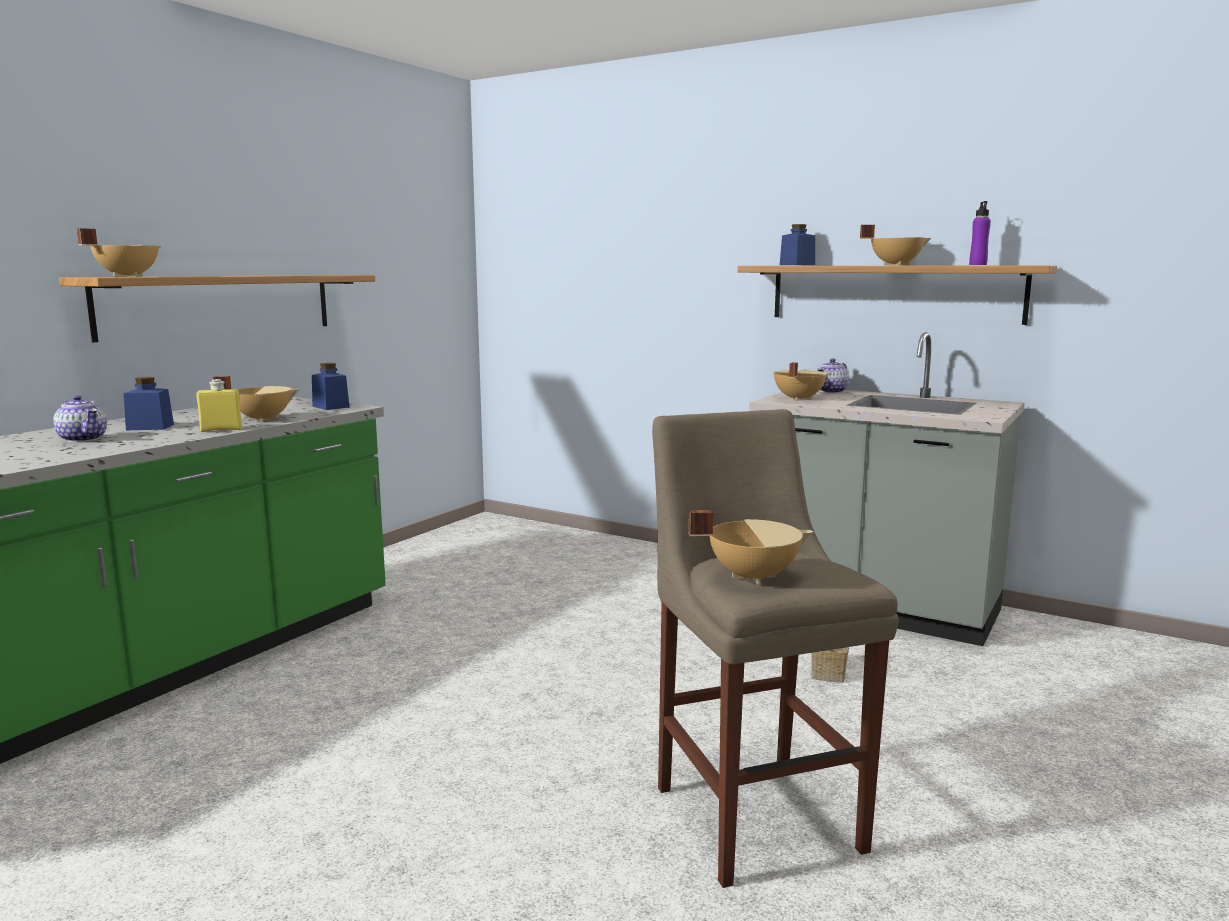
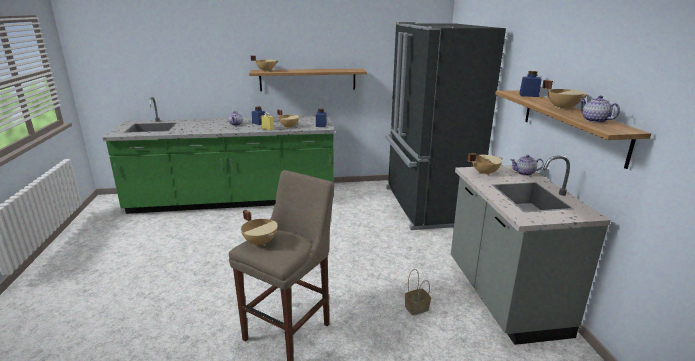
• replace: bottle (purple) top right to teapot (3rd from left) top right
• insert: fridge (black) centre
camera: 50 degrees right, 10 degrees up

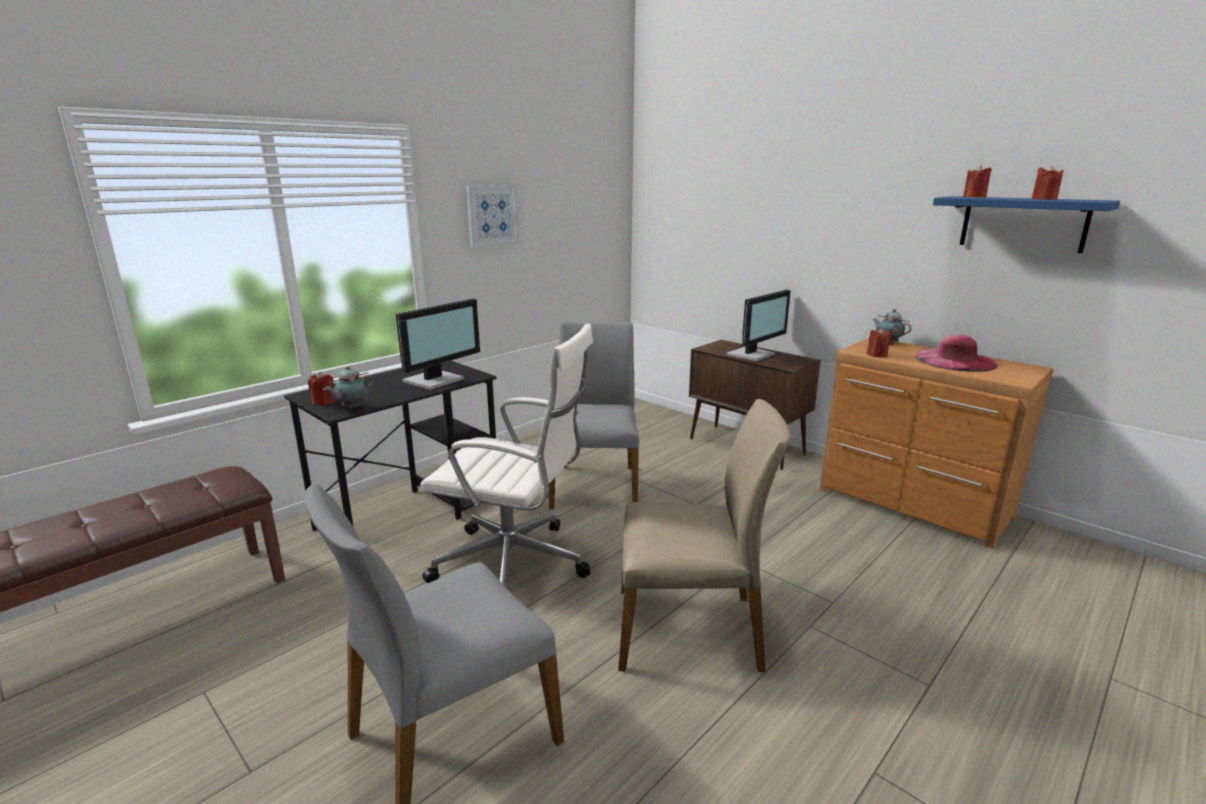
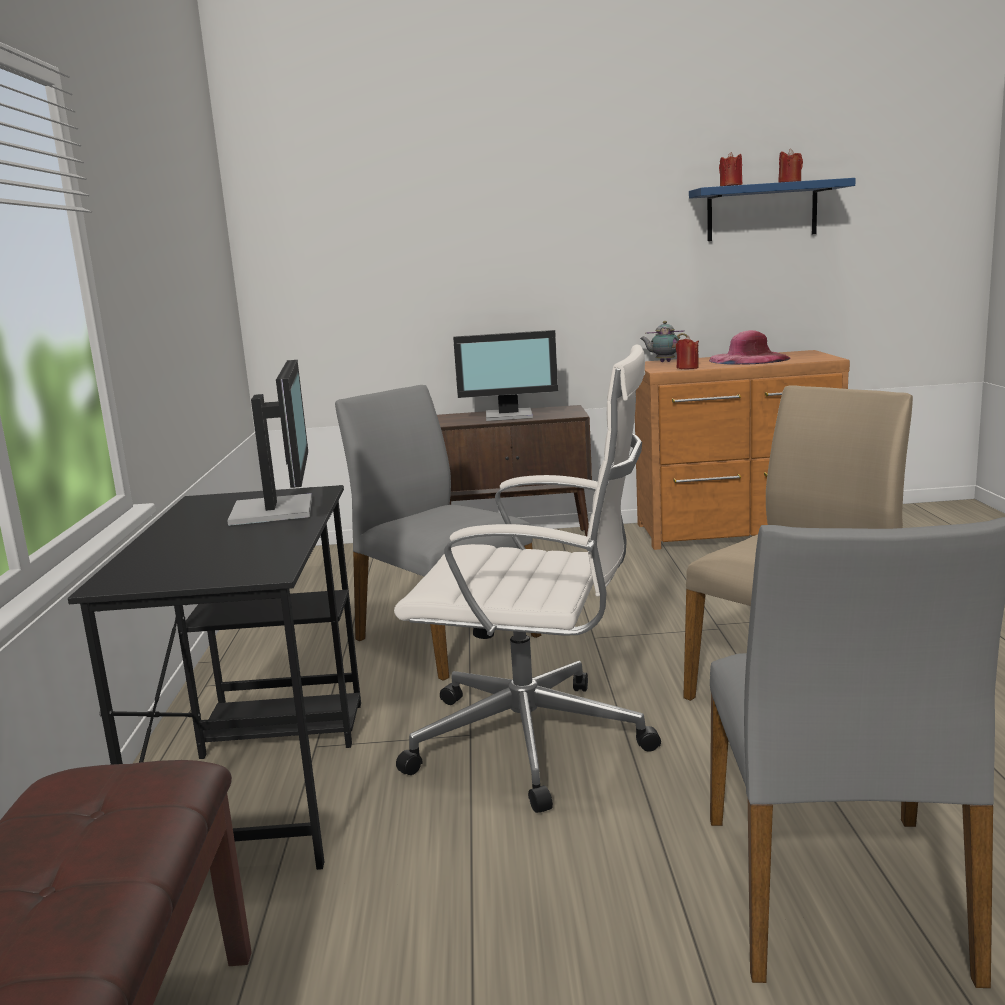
• delete: picture top centre
• rotate: monitor (2nd from left) centre = centre 90 degrees clockwise
• rotate: office chair (white) centre = centre 45 degrees clockwise
• delete: teapot (1st from left) middle left
• delete: candle (red) (1st from left) middle left
camera: 45 degrees left, 5 degrees down

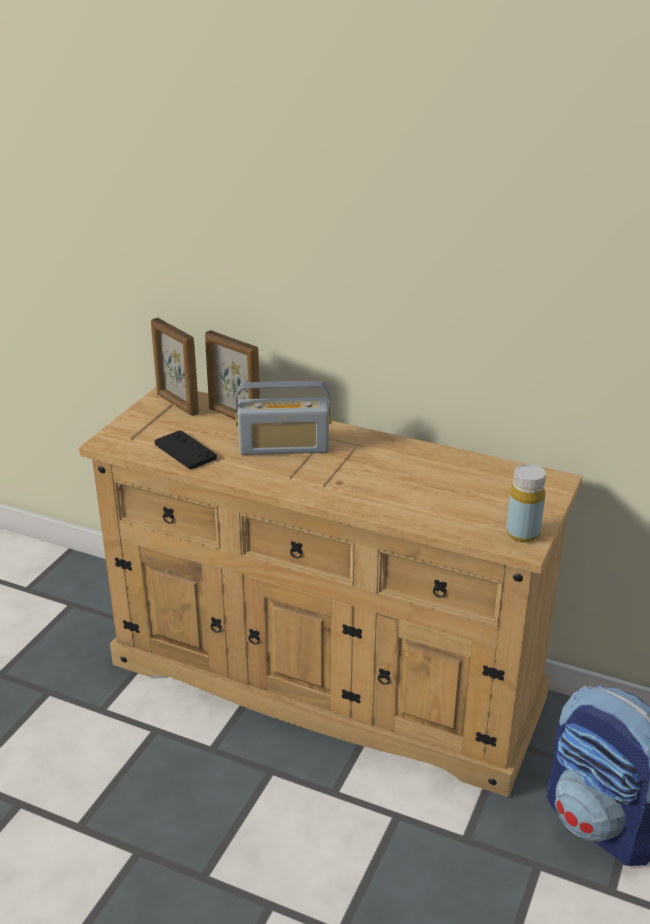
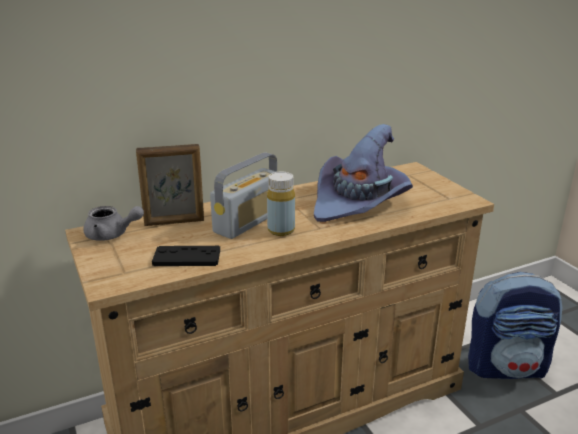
• replace: picture frame (1st from left) middle left to teapot (grey) middle left
• move: bottle (yellow) middle right to centre
• insert: hat (purple) centre
camera: 50 degrees left, 5 degrees down

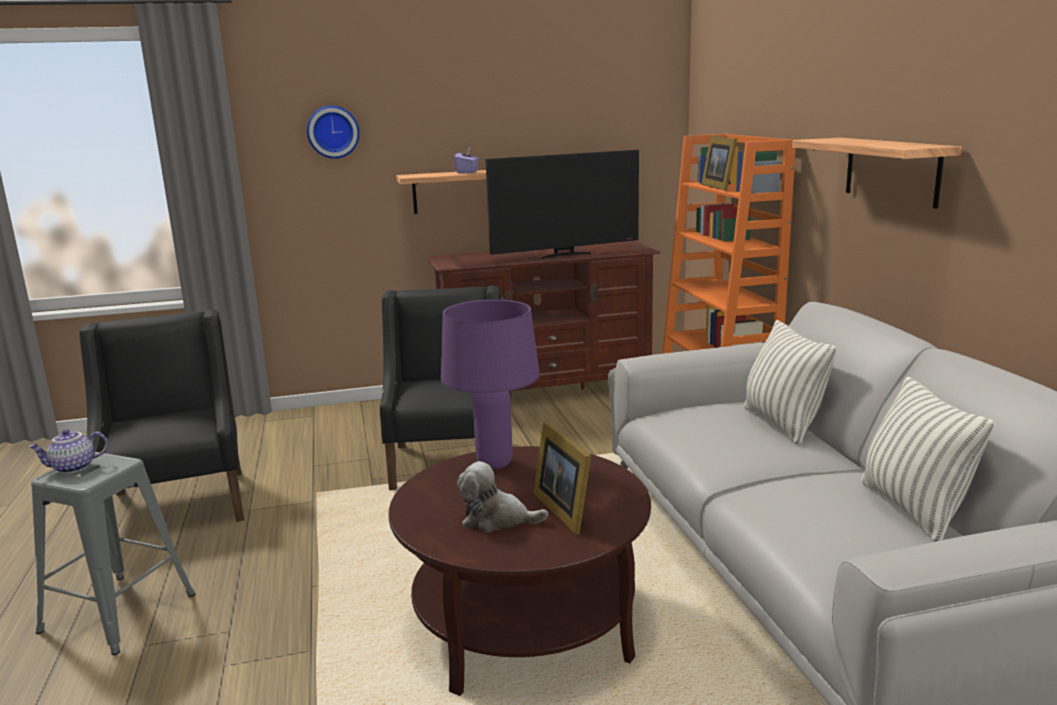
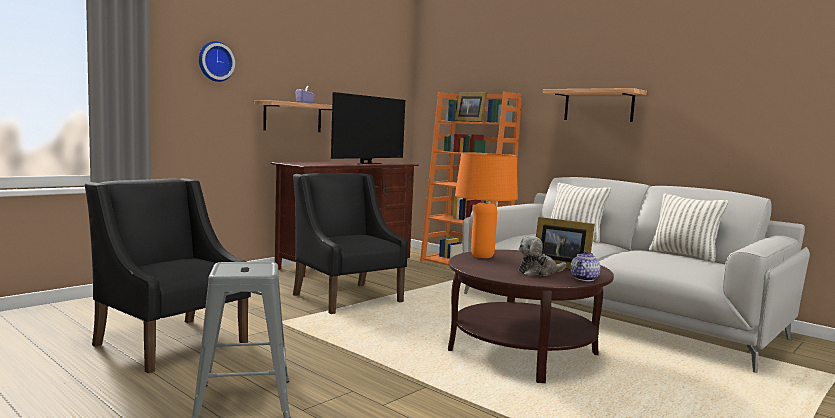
• recolor: table lamp (purple) centre to table lamp (orange) centre
• move: teapot middle left to middle right
camera: 35 degrees left, 10 degrees down

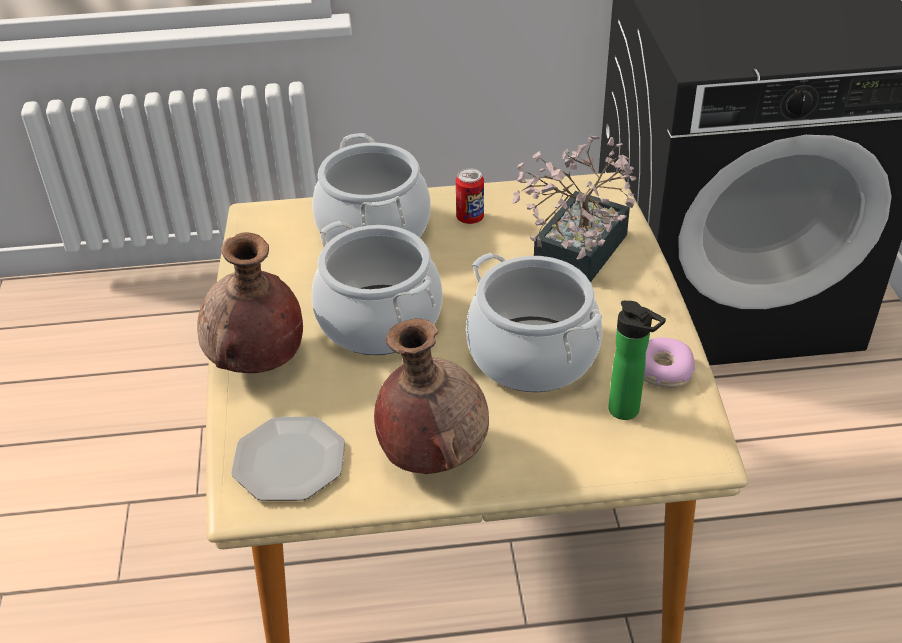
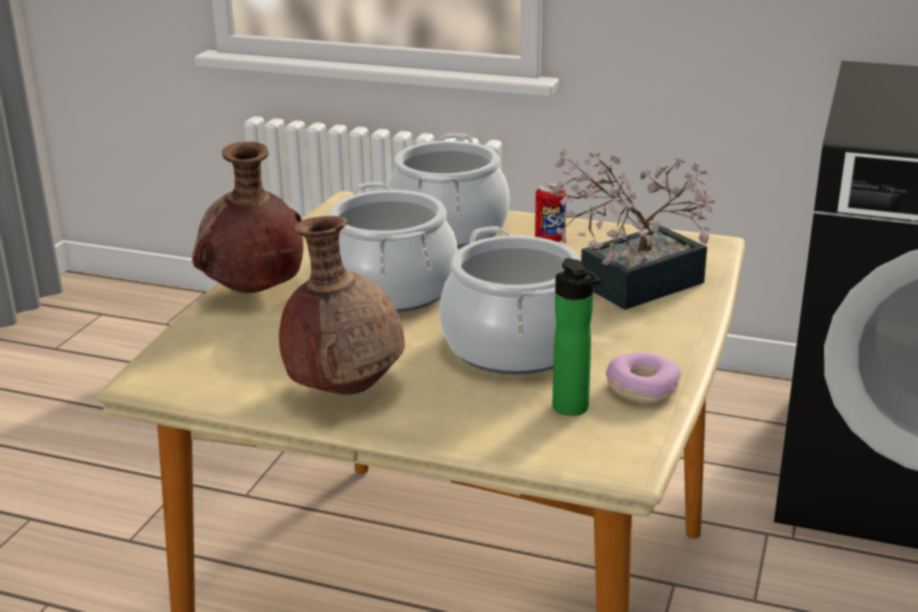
• delete: plate bottom left
camera: 25 degrees right, 15 degrees down

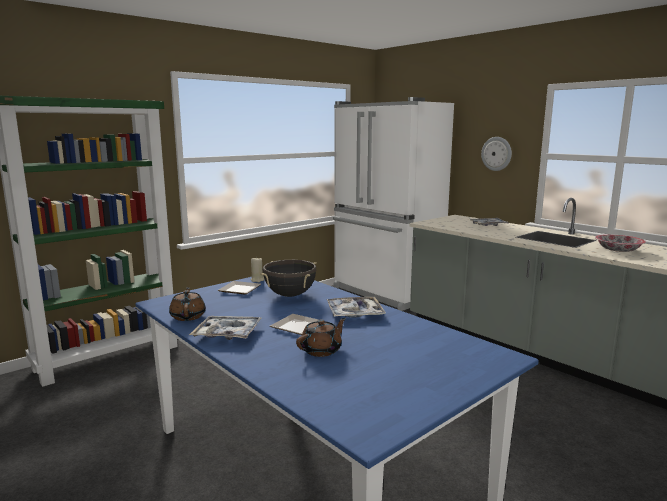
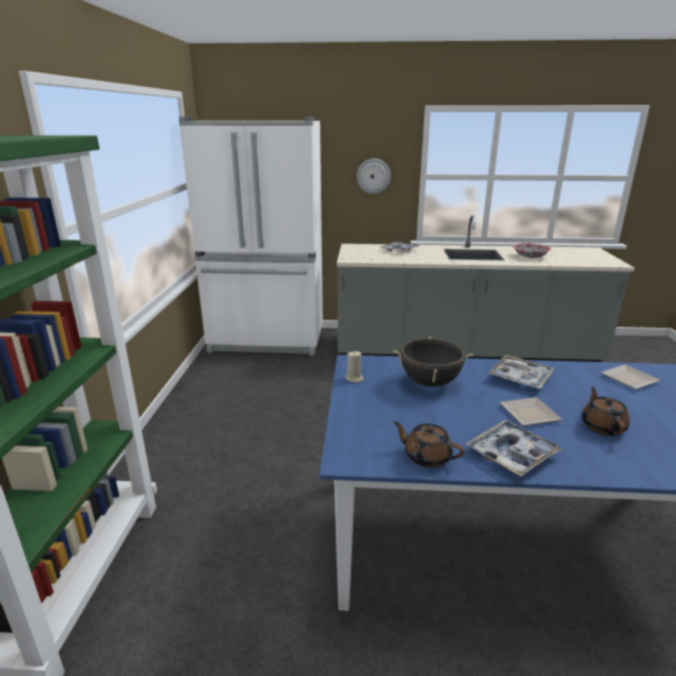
• move: plate (1st from left in the first image) centre to plate (2nd from left) middle right
camera: 45 degrees left, 10 degrees up

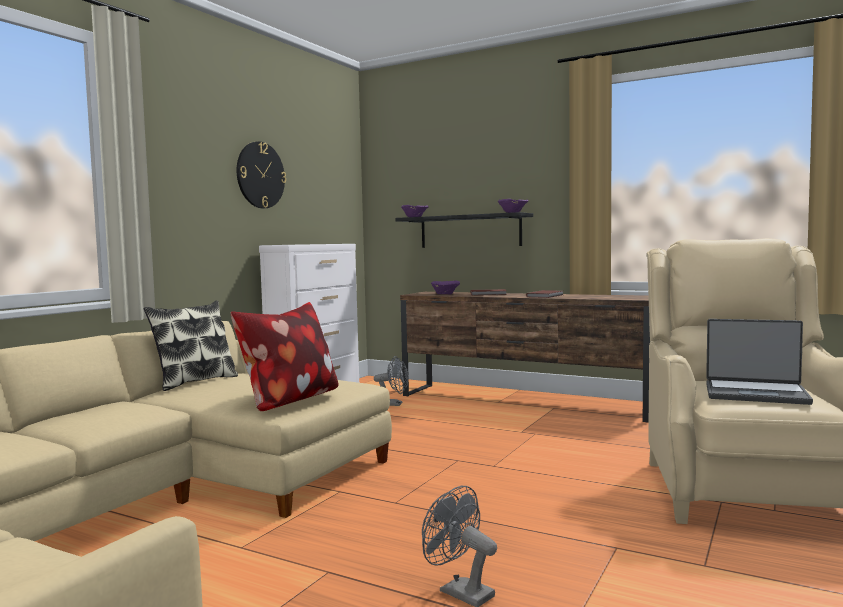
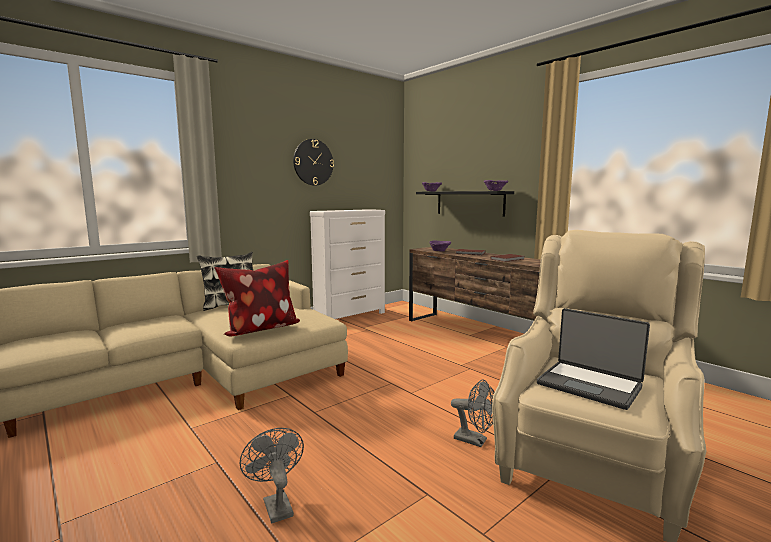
• move: fan (grey) (1st from left in the first image) centre to fan (grey) (2nd from left) bottom centre
camera: 20 degrees right, 5 degrees up

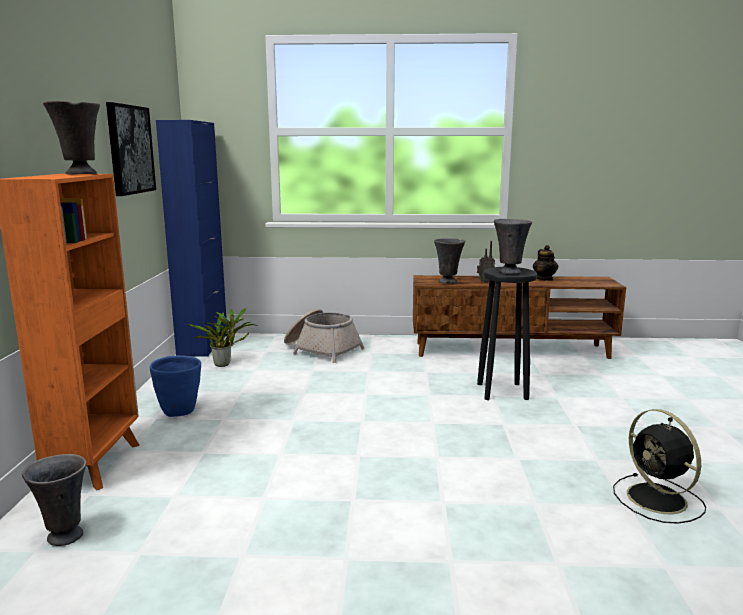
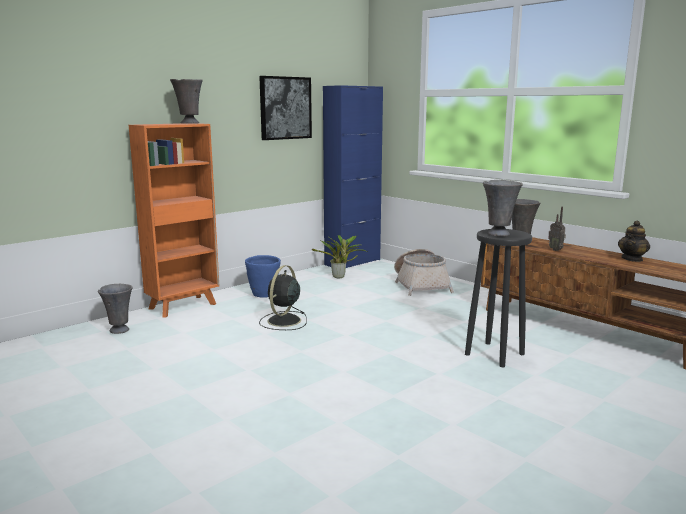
• move: fan (black) bottom right to centre
camera: 45 degrees right, 0 degrees up

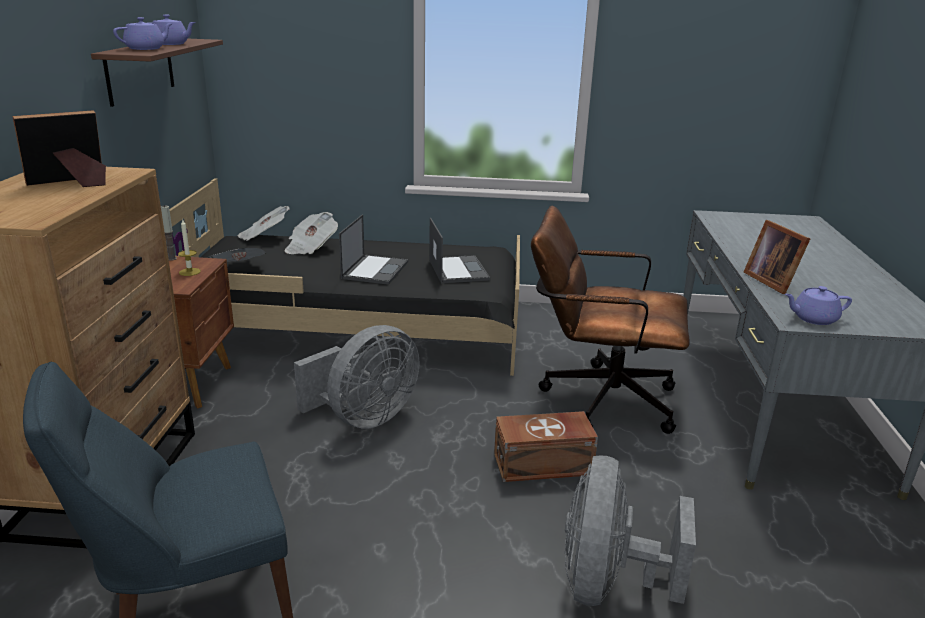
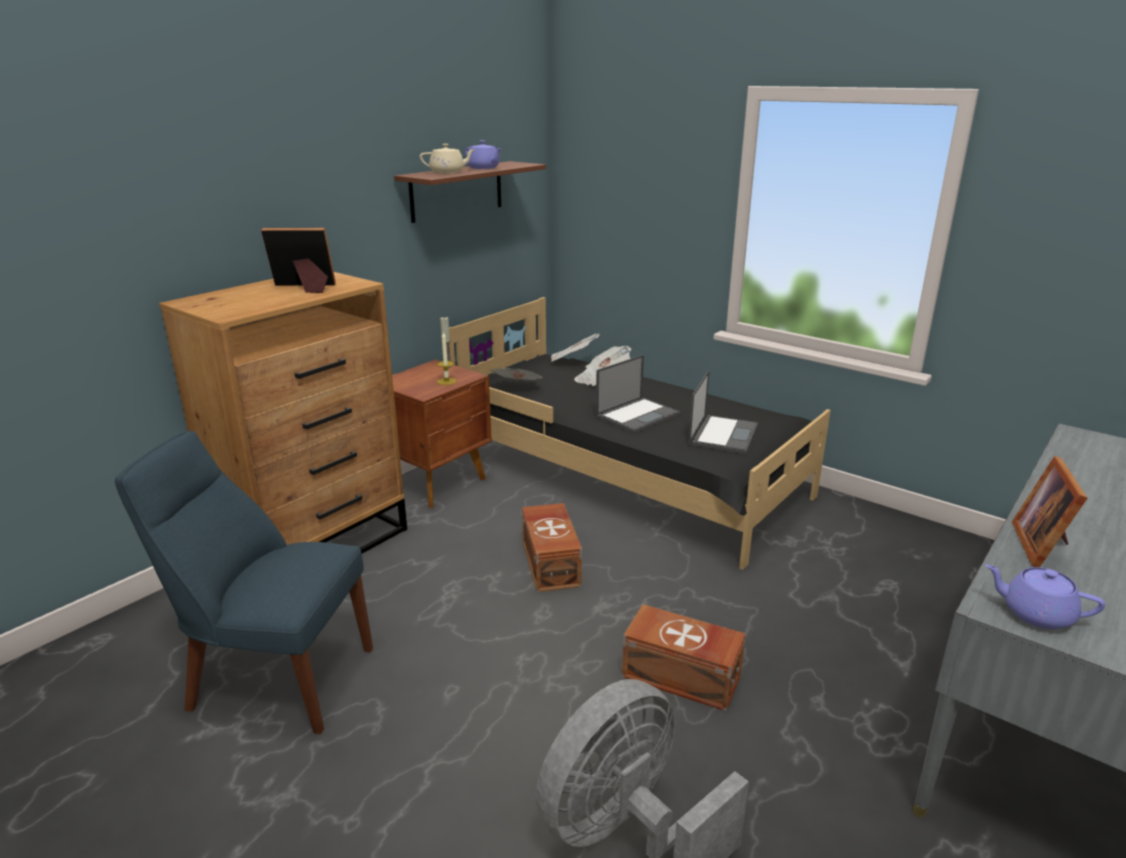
• recolor: teapot (purple) (1st from left) top left to teapot (beige) top centre
• delete: office chair (brown) centre
• replace: fan (grey) (1st from left) centre to storage box (brown) (1st from left) centre
camera: 35 degrees right, 0 degrees up

